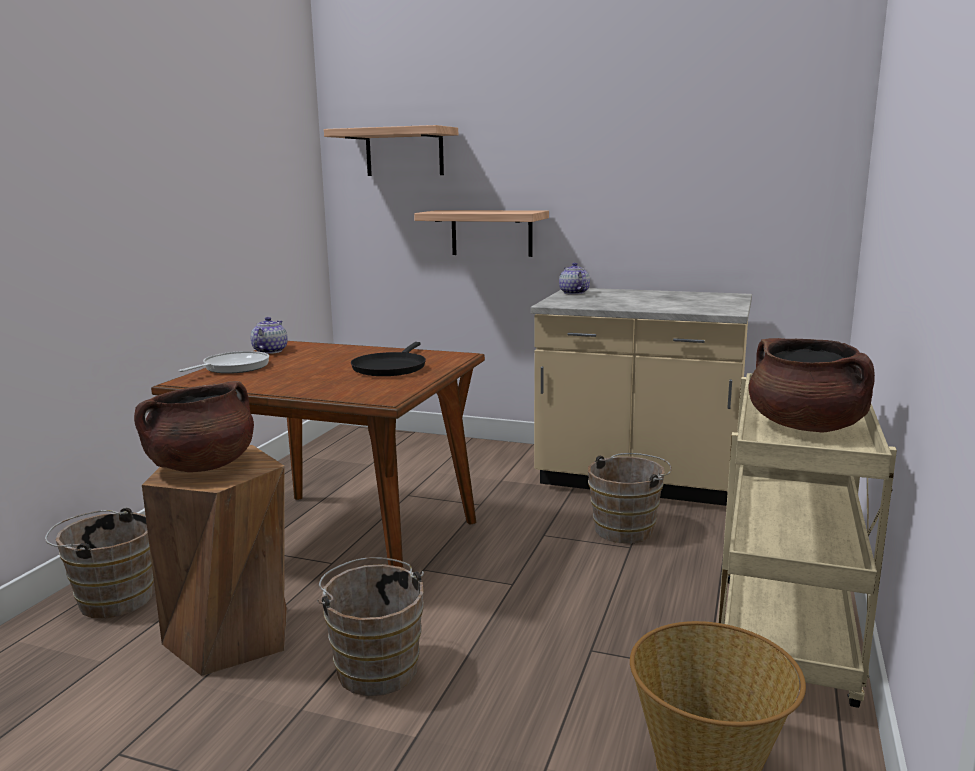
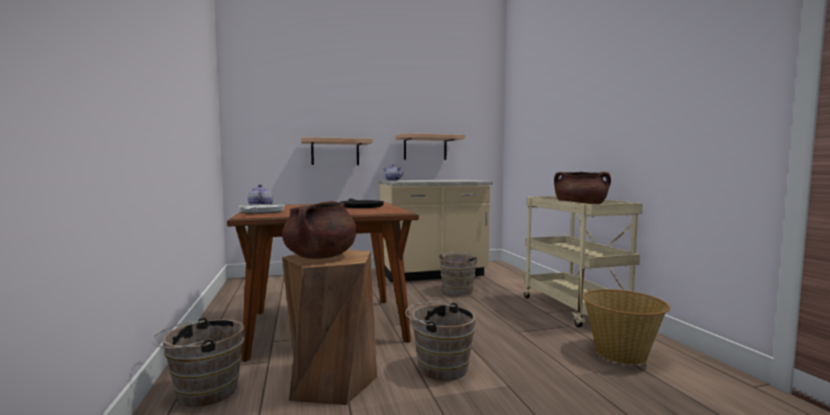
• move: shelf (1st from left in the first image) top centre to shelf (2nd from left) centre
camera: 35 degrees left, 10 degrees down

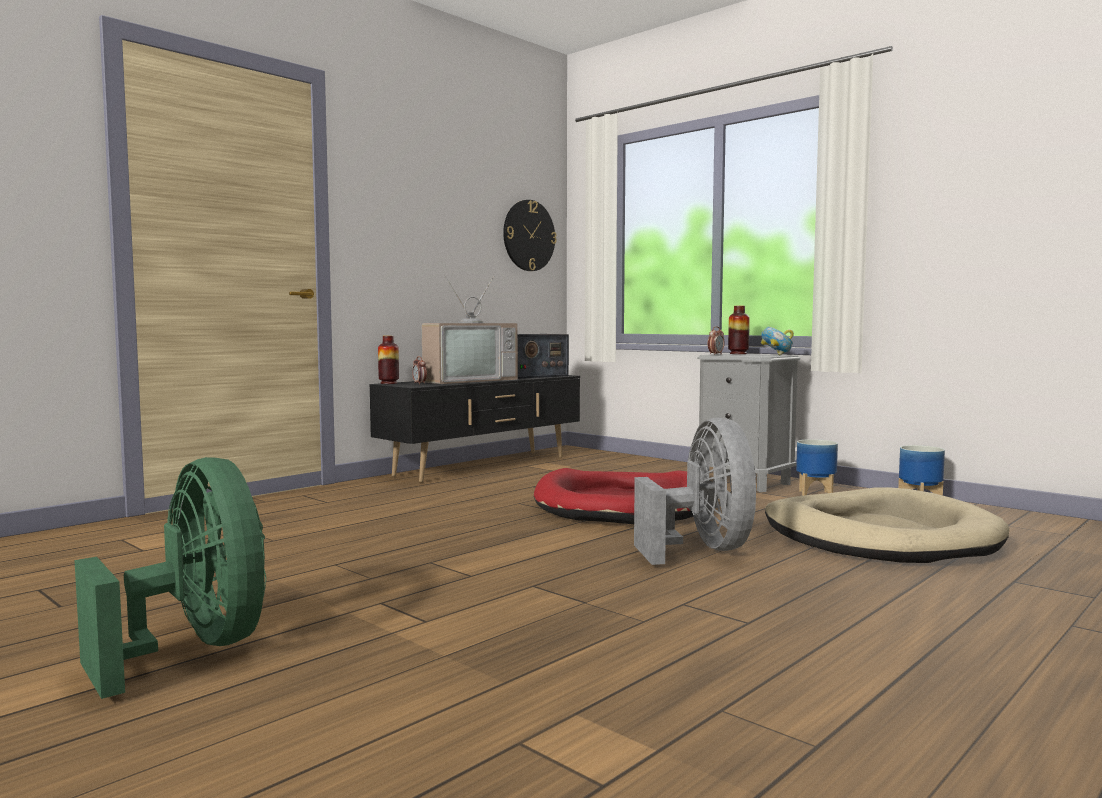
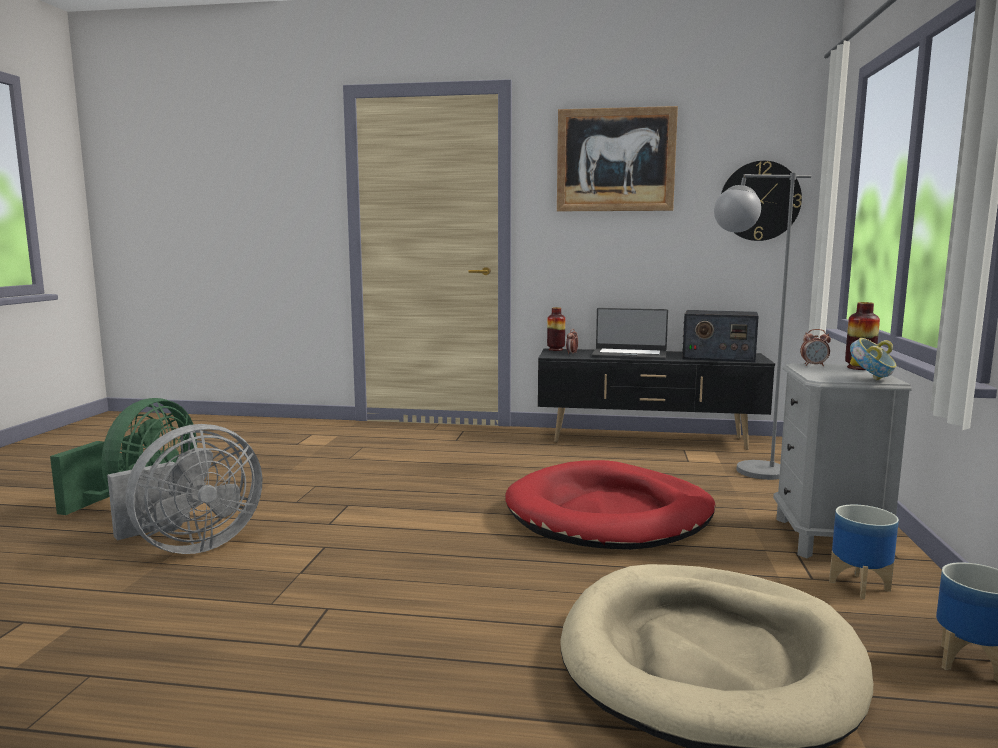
• replace: television centre to laptop centre
• move: fan (grey) centre to middle left
• insert: picture top centre
• insert: floor lamp (grey) middle right
camera: 55 degrees right, 5 degrees up

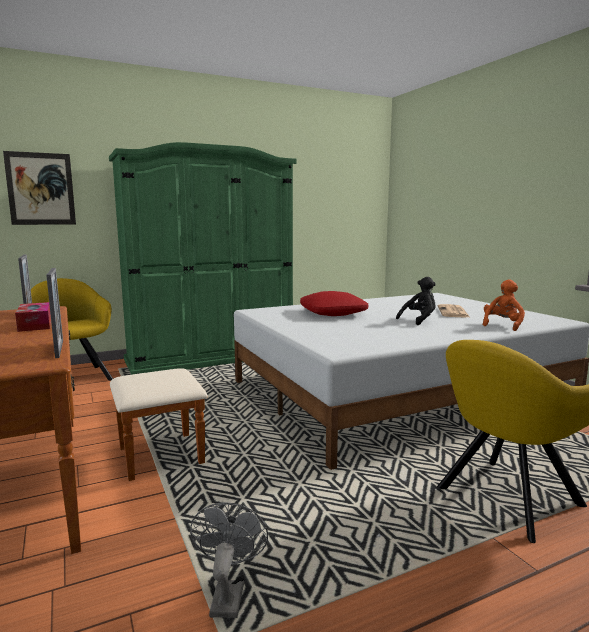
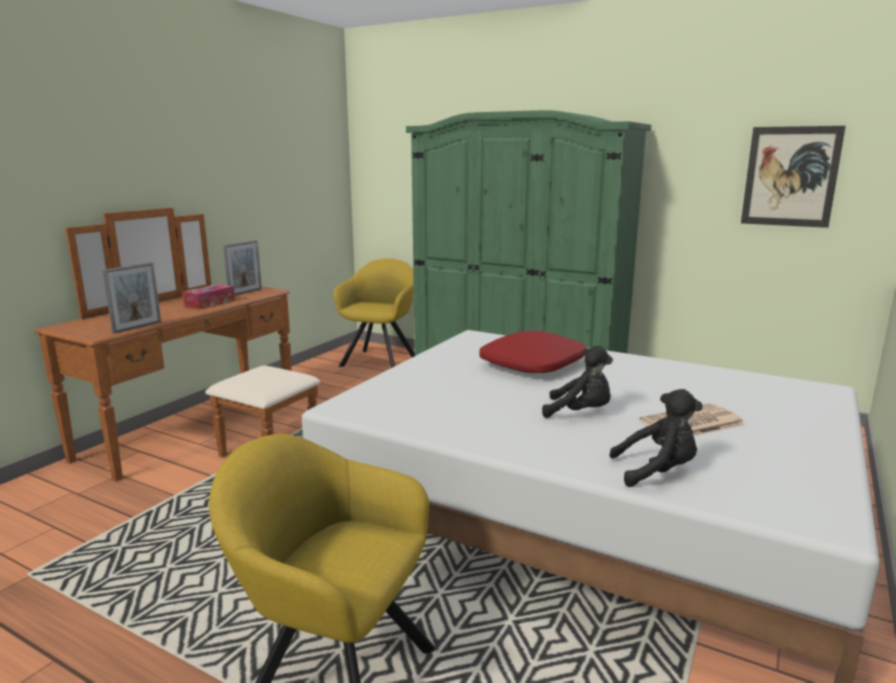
• move: picture top left to top right
• recolor: plush toy (orange) middle right to plush toy (black) (2nd from left) middle right
• delete: fan (grey) bottom centre
camera: 55 degrees right, 5 degrees up

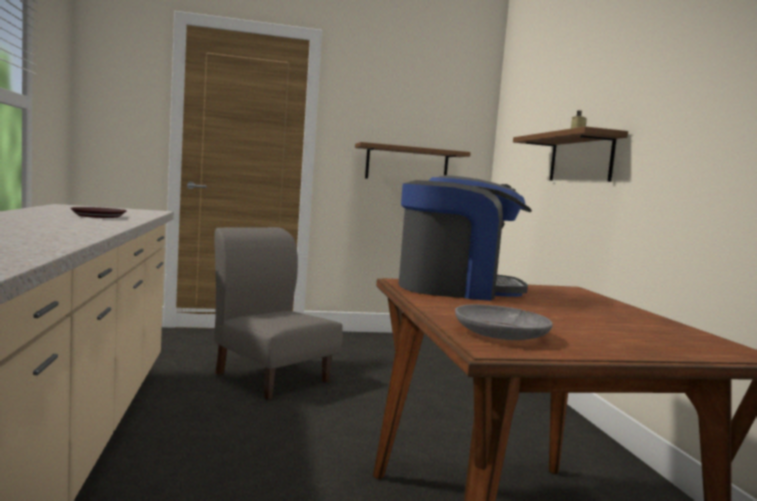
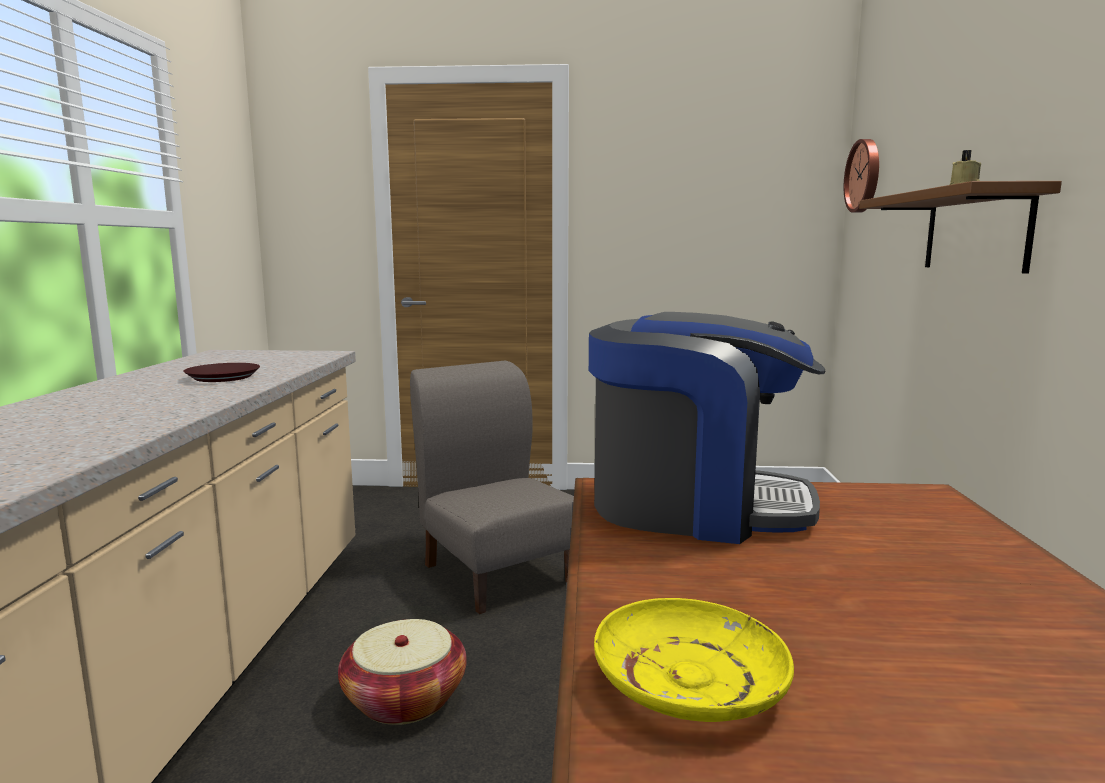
• delete: shelf (brown) (1st from left) top centre
• recolor: plate (grey) centre to plate (yellow) bottom centre
• insert: wall clock top right
• insert: basket bottom centre
camera: 15 degrees right, 5 degrees up

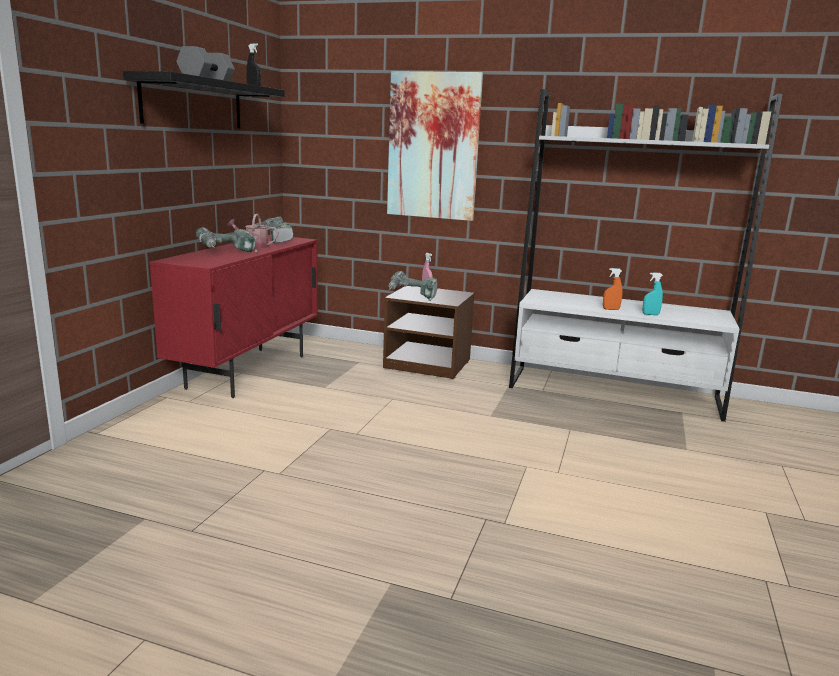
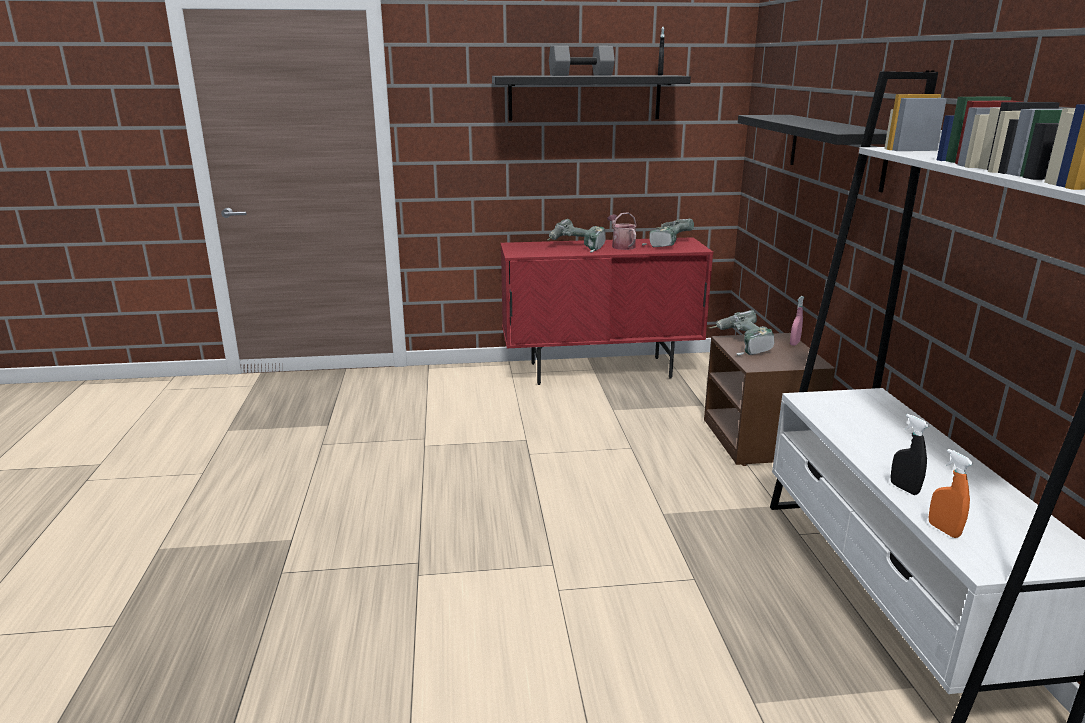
• replace: picture top centre to shelf (black) (2nd from left) top right
• move: spray bottle (orange) middle right to bottom right
• recolor: spray bottle (turquoise) middle right to spray bottle (black) (2nd from left) middle right
camera: 65 degrees right, 5 degrees up

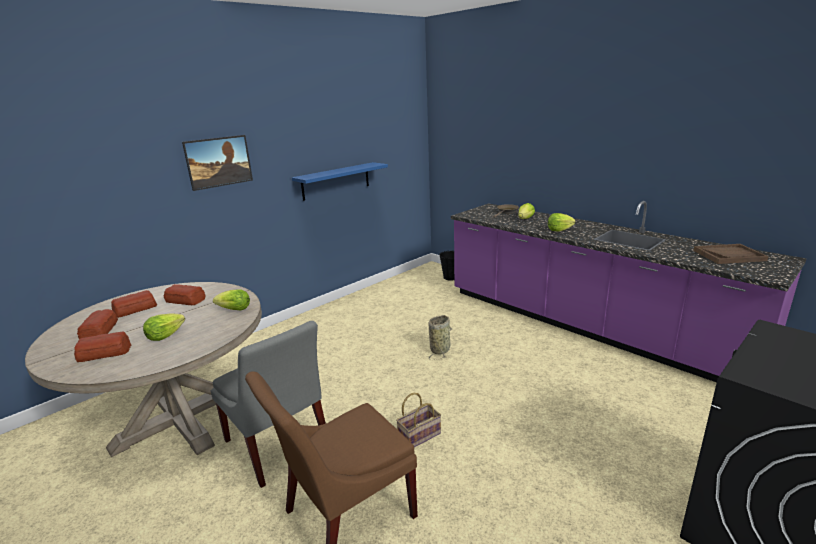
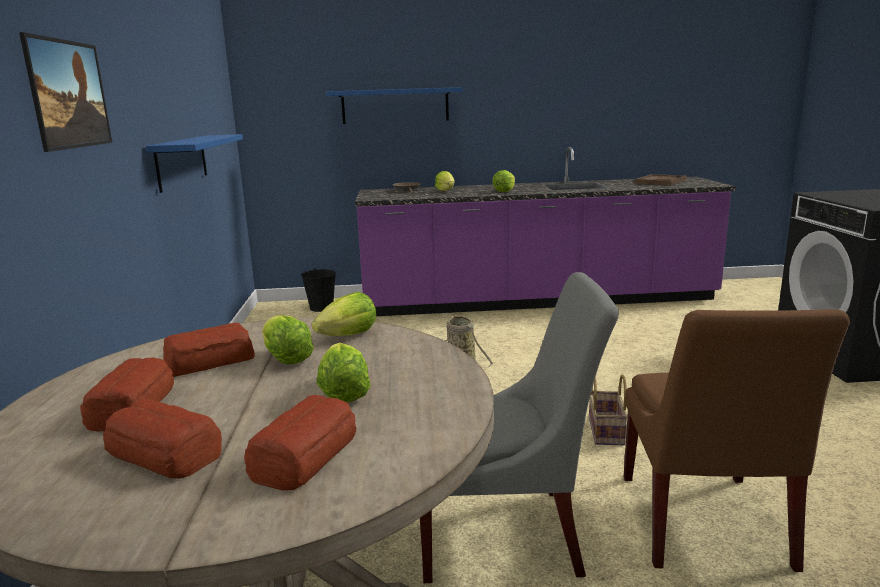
• insert: shelf (blue) (2nd from left) top centre
• insert: lettuce (1st from left) middle left
camera: 50 degrees left, 5 degrees down

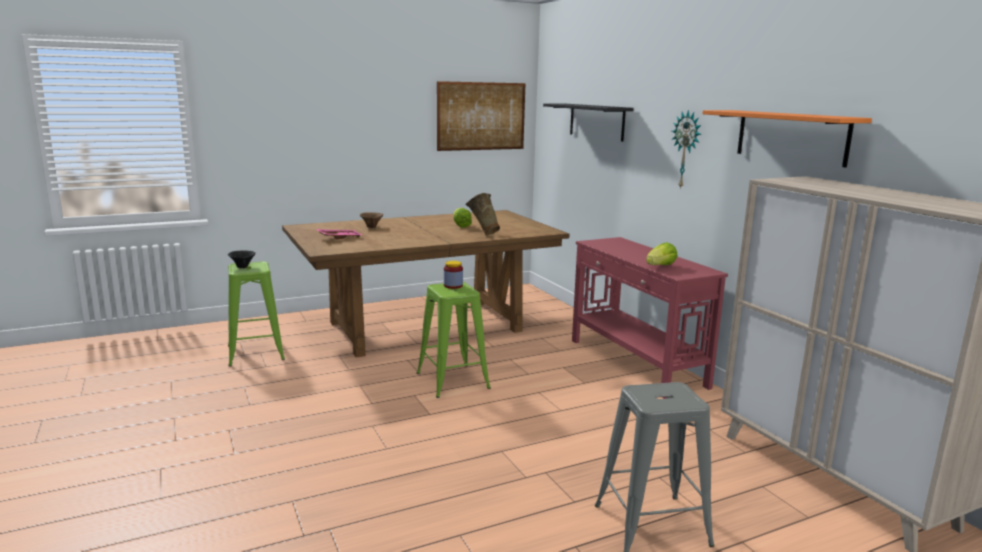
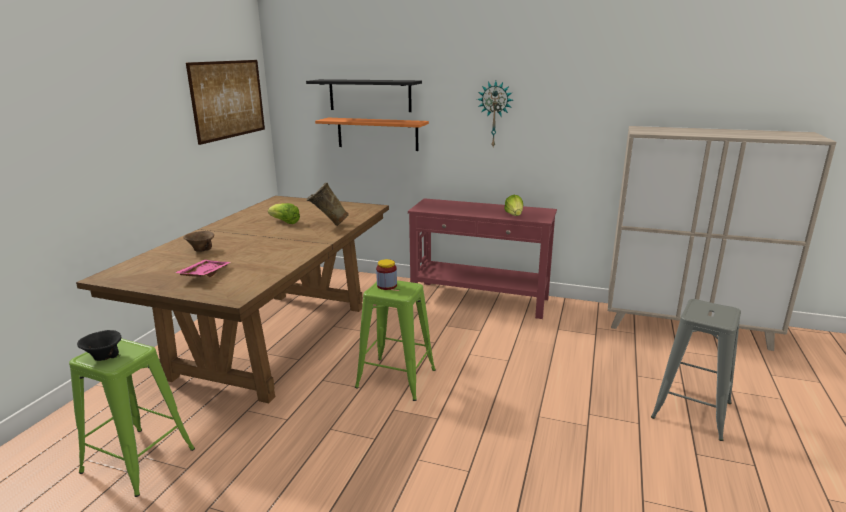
• move: shelf (orange) top right to top centre
camera: 45 degrees left, 5 degrees up

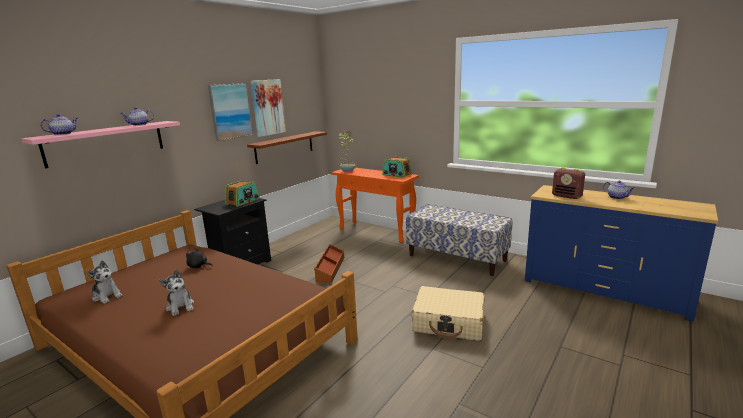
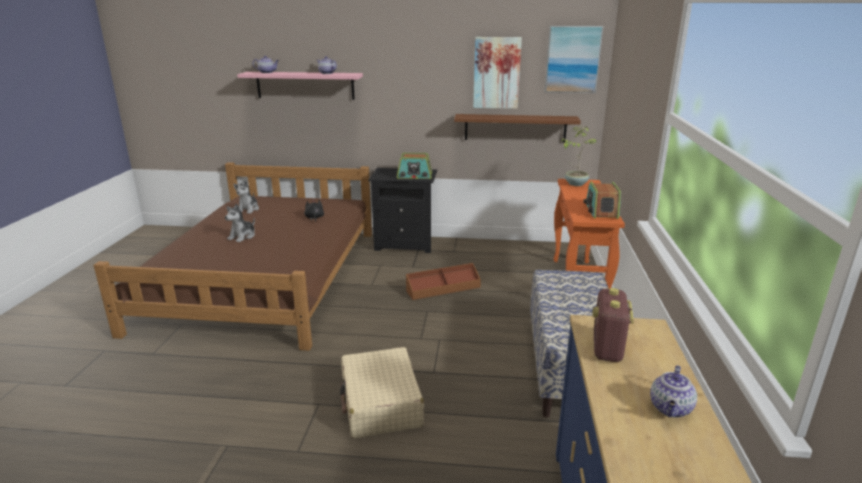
• move: picture (1st from left in the first image) top left to picture (2nd from left) top centre
camera: 60 degrees right, 5 degrees up

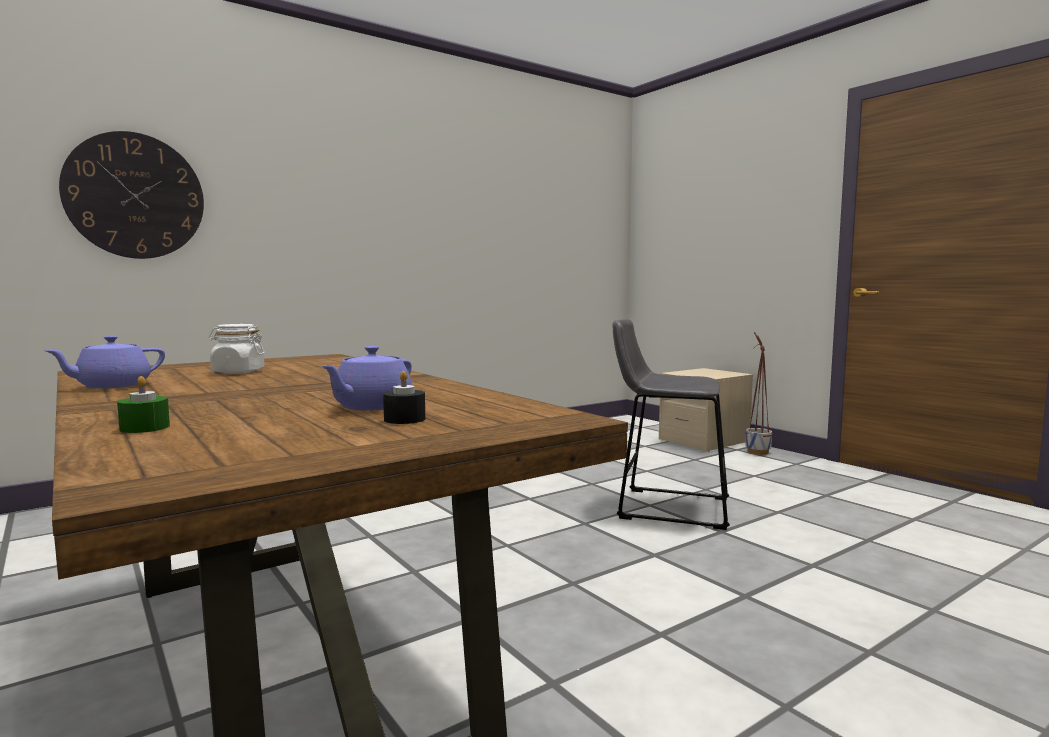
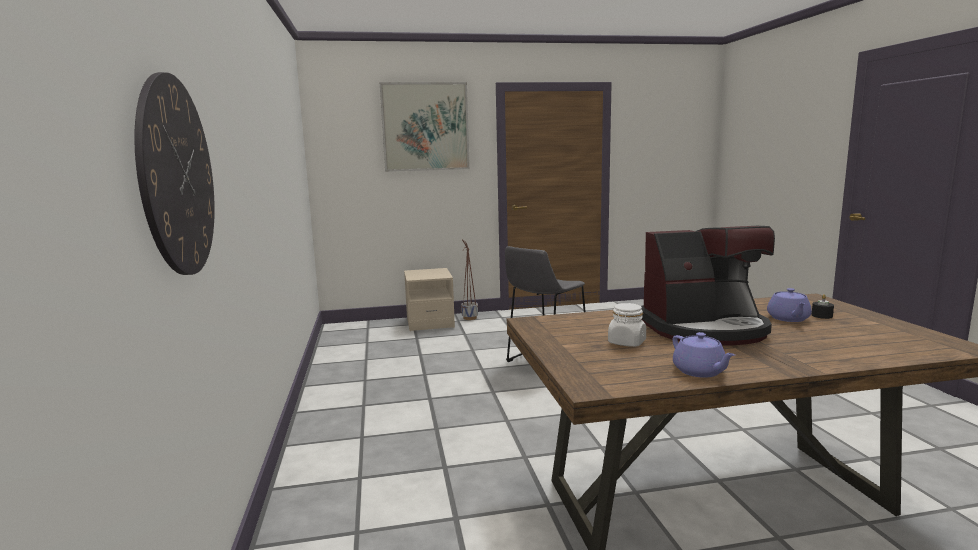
• rotate: teapot (purple) (2nd from left) centre = middle right 45 degrees clockwise
• delete: candle (green) middle left
• insert: picture top centre
• insert: coffee machine middle right
camera: 65 degrees left, 5 degrees up

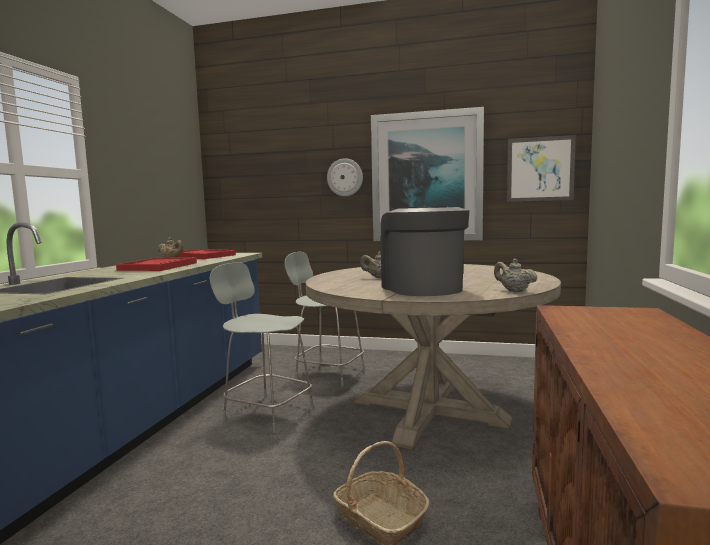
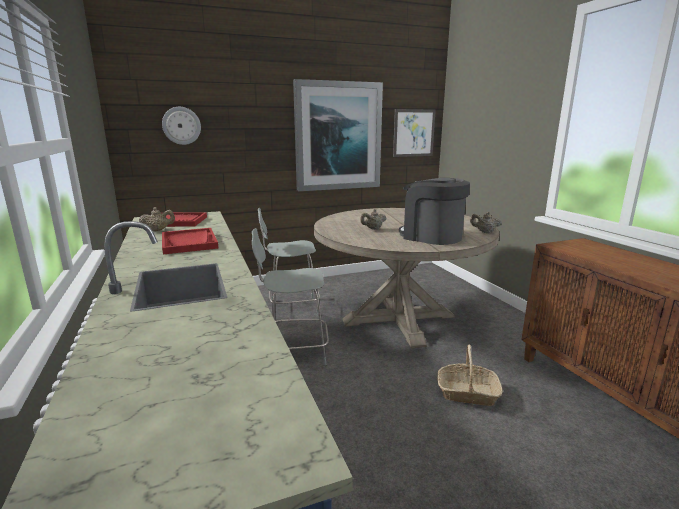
• move: wall clock top centre to top left
camera: 35 degrees left, 10 degrees up

